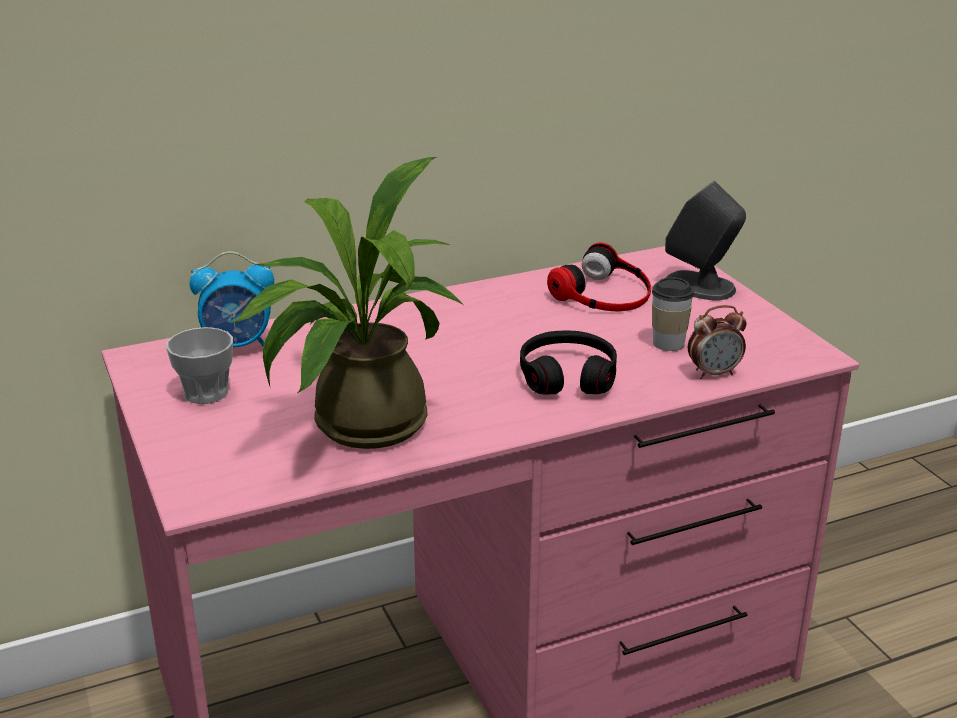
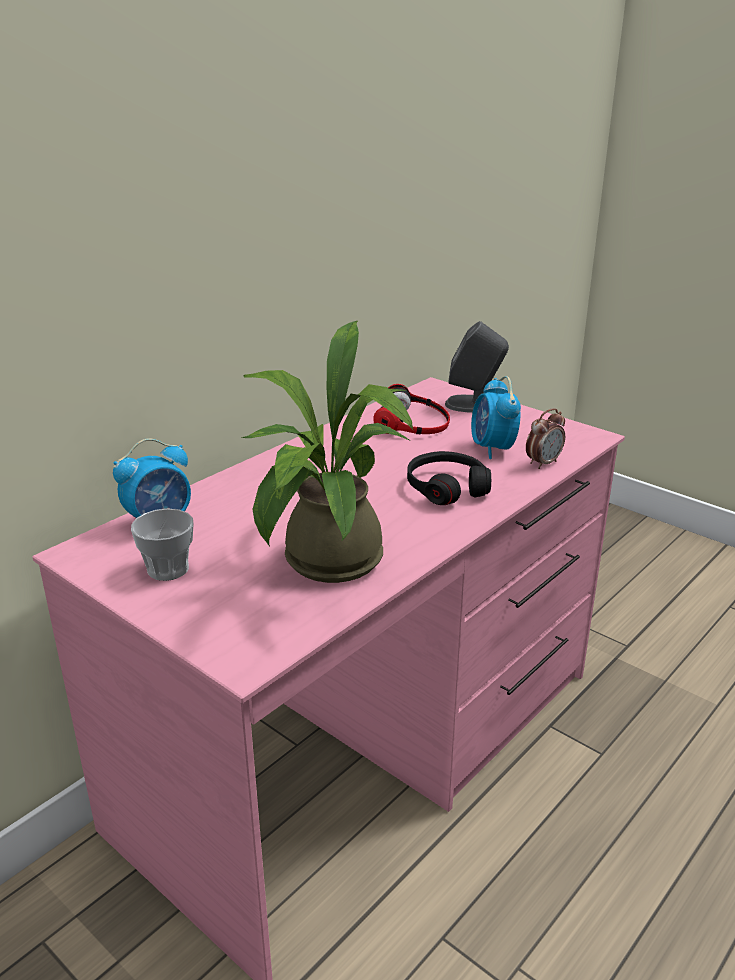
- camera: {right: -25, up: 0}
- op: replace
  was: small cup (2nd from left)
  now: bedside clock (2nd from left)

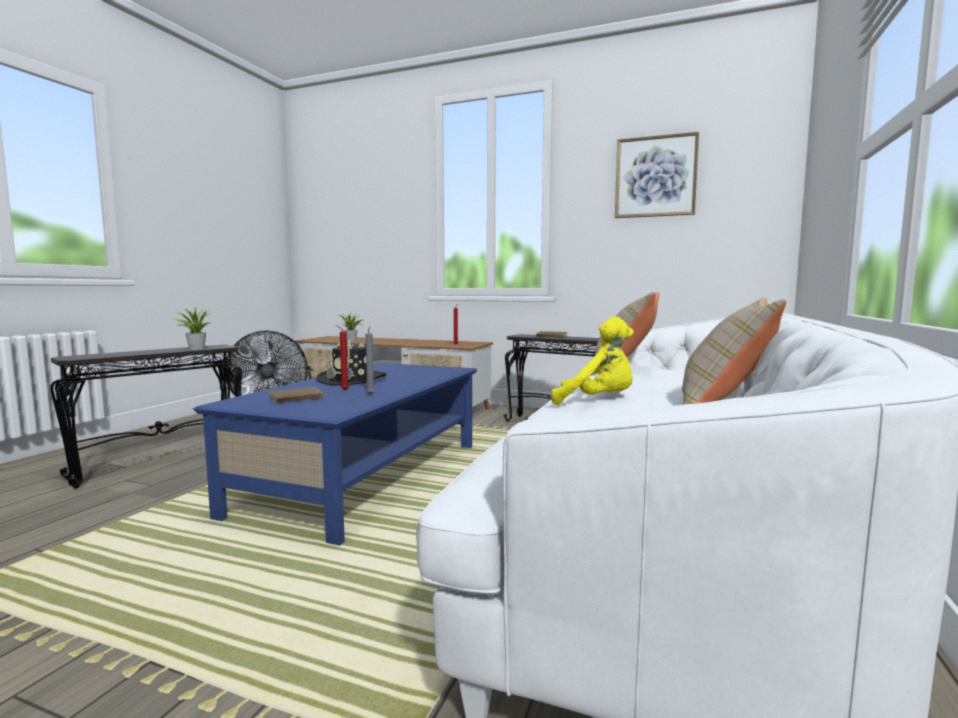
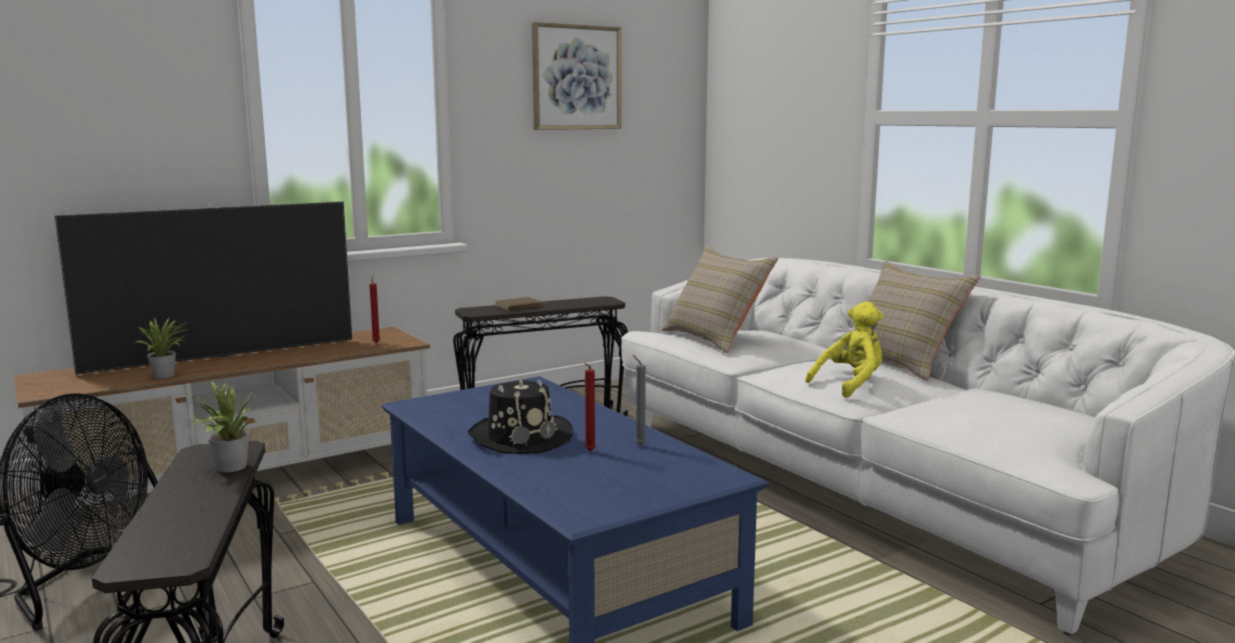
- camera: {right: -55, up: 5}
- op: delete
  was: book (brown-coloured) (1st from left)
- op: insert
  now: television

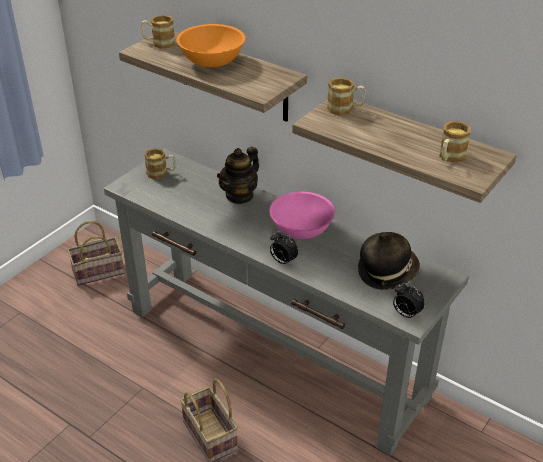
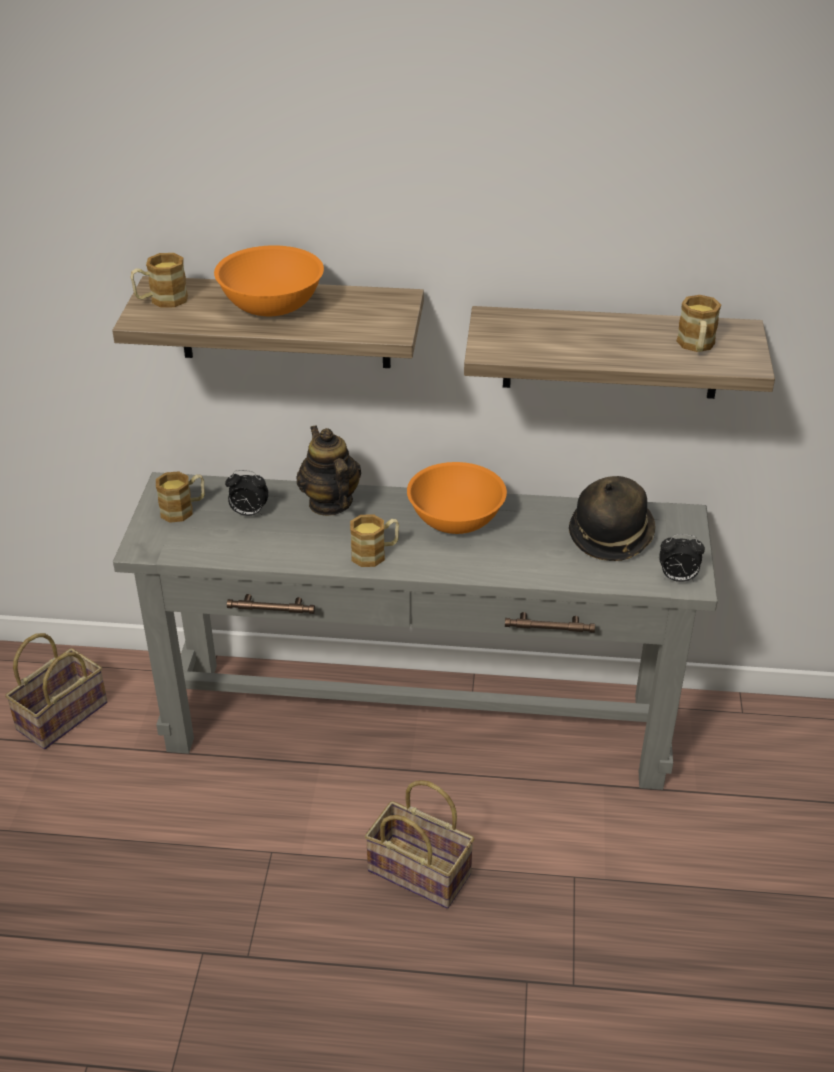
- camera: {right: -30, up: 0}
- op: rotate
  was: tea pot
  clockwise: 150
- op: recolor
  was: deep dish (pinkish)
  now: deep dish (orangey) (2nd from left)
- op: move
  was: bedside clock (1st from left)
- op: move
  was: coffee mug (3rd from left)

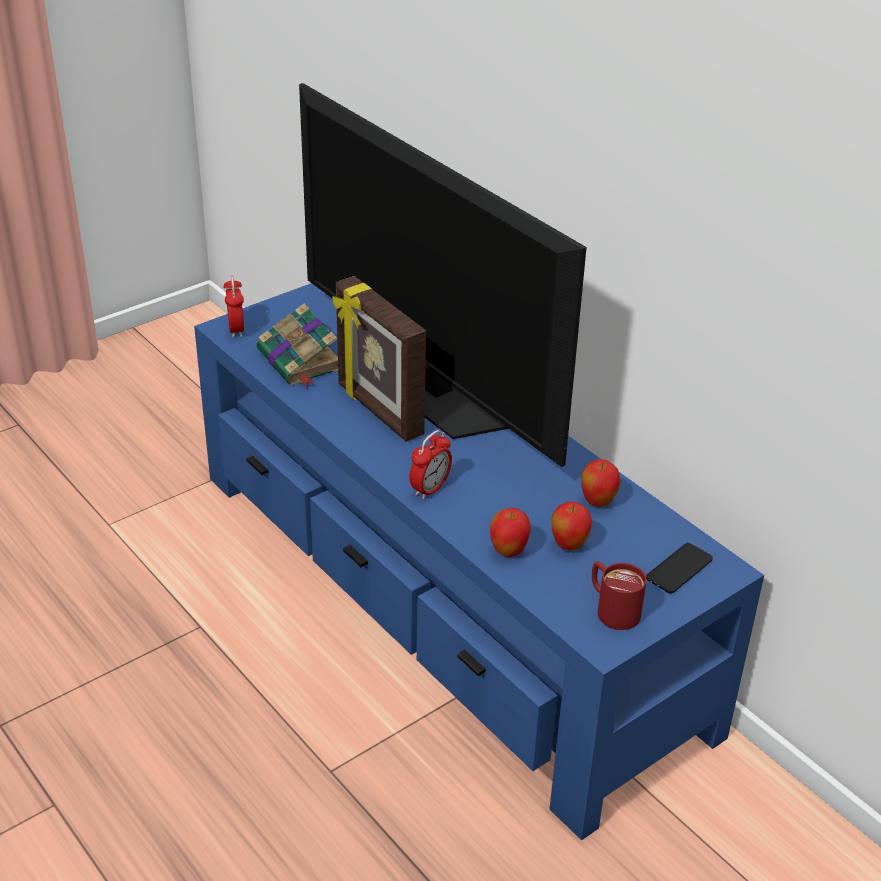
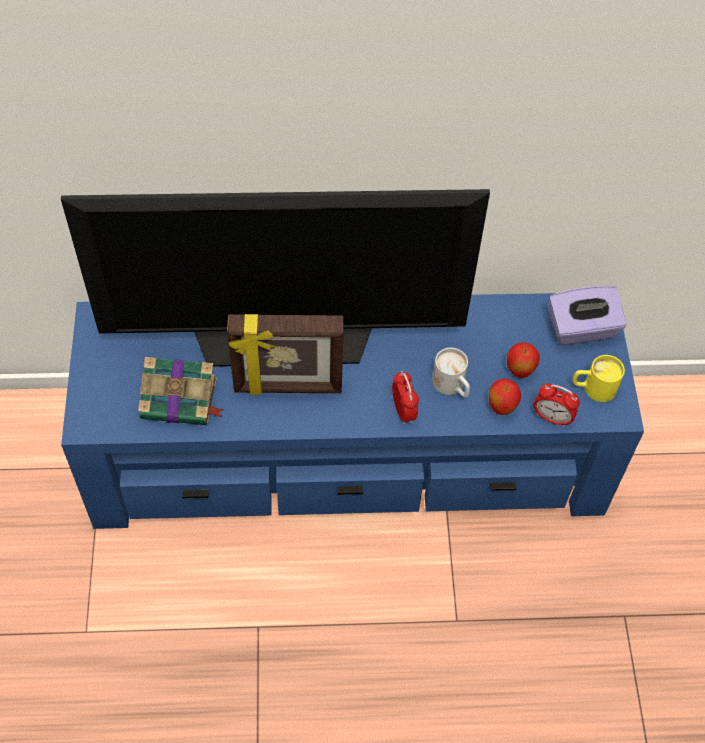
- camera: {right: -55, up: 20}
- op: move
  was: bedside clock (1st from left in the first image)
  now: bedside clock (2nd from left)
- op: delete
  was: apple fruit (3rd from left)
- op: recolor
  was: coffee mug (reddish)
  now: coffee mug (yellowish)
- op: replace
  was: phone
  now: tissue holder (purple)
- op: insert
  now: coffee mug (whitish)

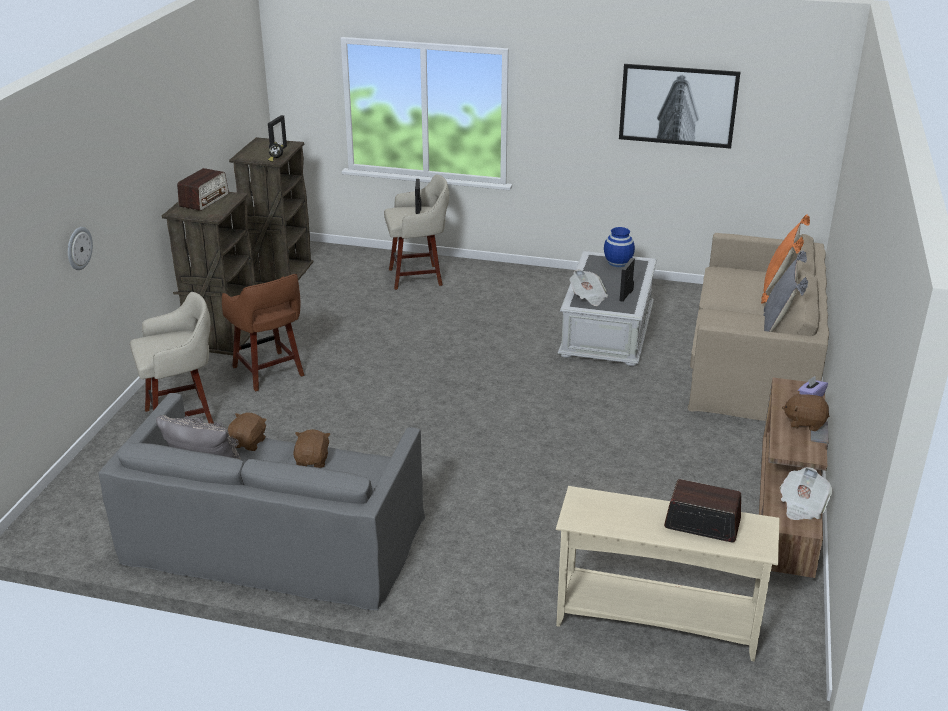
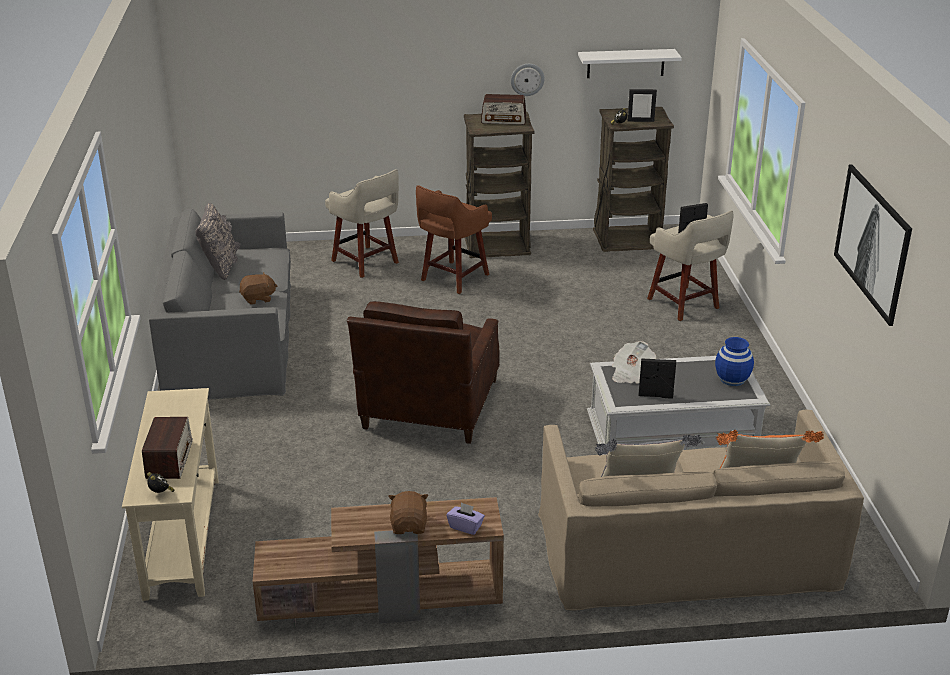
- camera: {right: 70, up: 0}
- op: move
  was: clock on the wall
- op: delete
  was: soft toy (brown-coloured) (1st from left)
- op: delete
  was: printed paper (2nd from left)
- op: insert
  now: bedside clock (1st from left)
- op: insert
  now: lounge chair (brown-coloured)
- op: insert
  now: wall shelf (whitish)

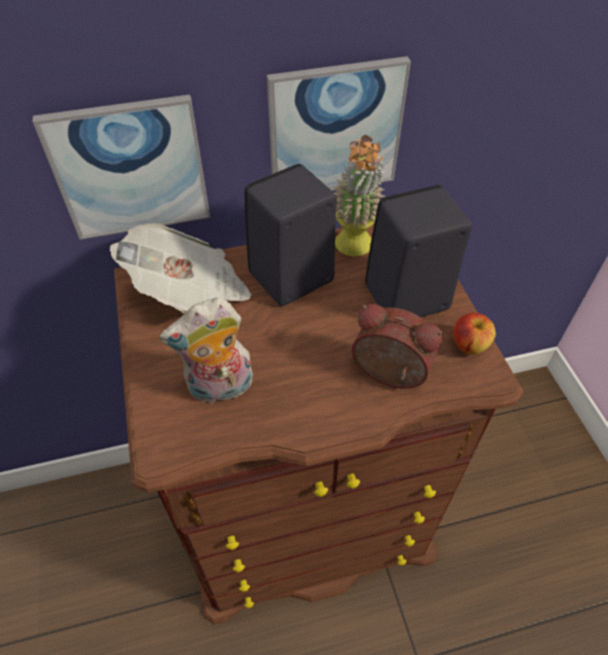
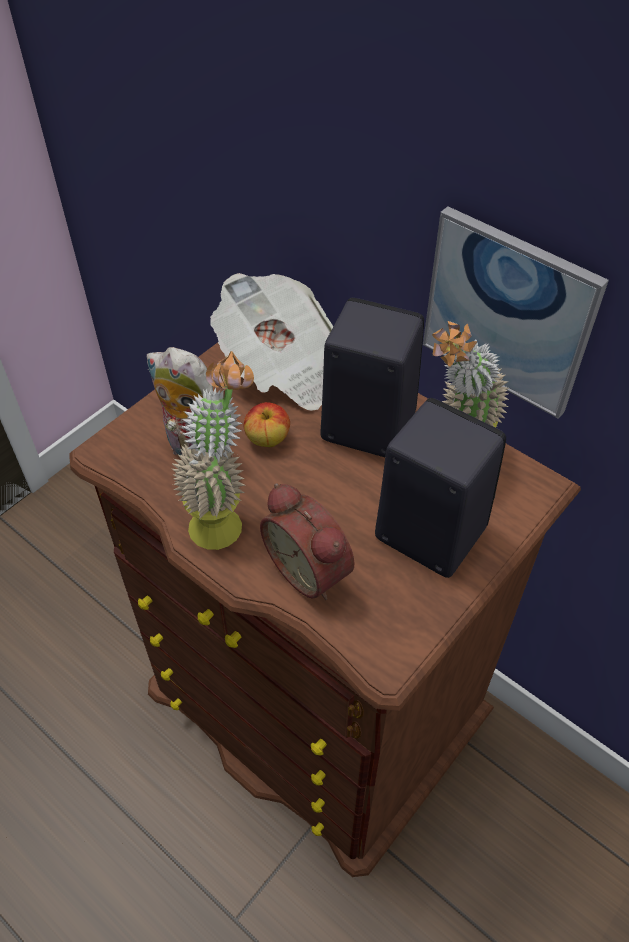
- camera: {right: 55, up: 0}
- op: delete
  was: wall picture (1st from left)
- op: rotate
  was: bedside clock
  clockwise: 150
- op: move
  was: apple fruit
- op: insert
  now: potted plant (1st from left)

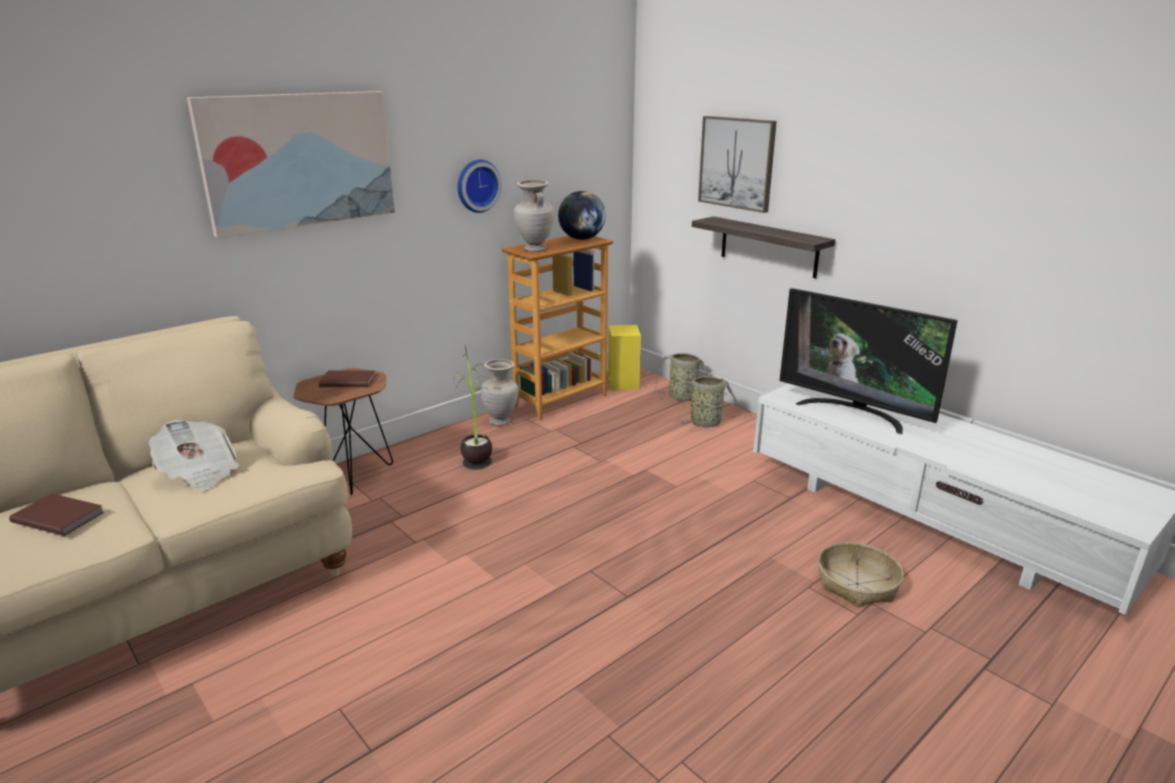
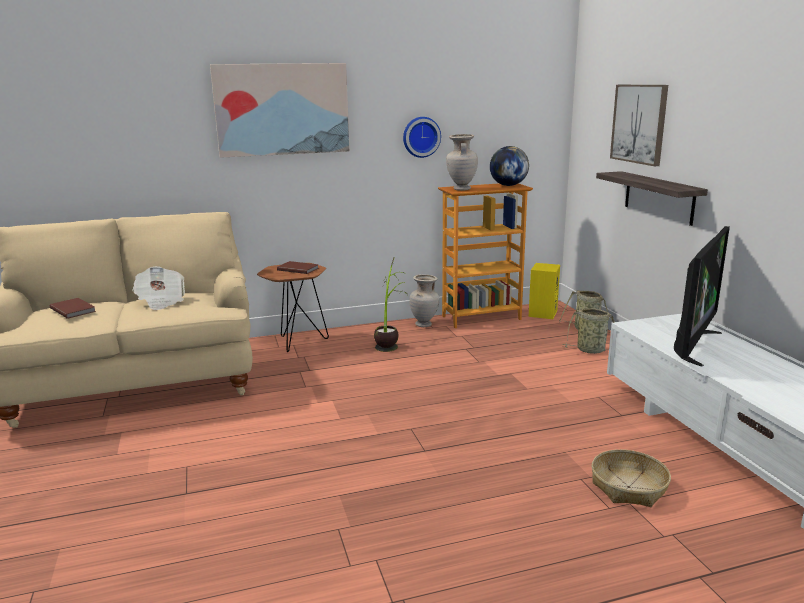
- camera: {right: 25, up: -5}
- op: rotate
  was: television
  clockwise: -120

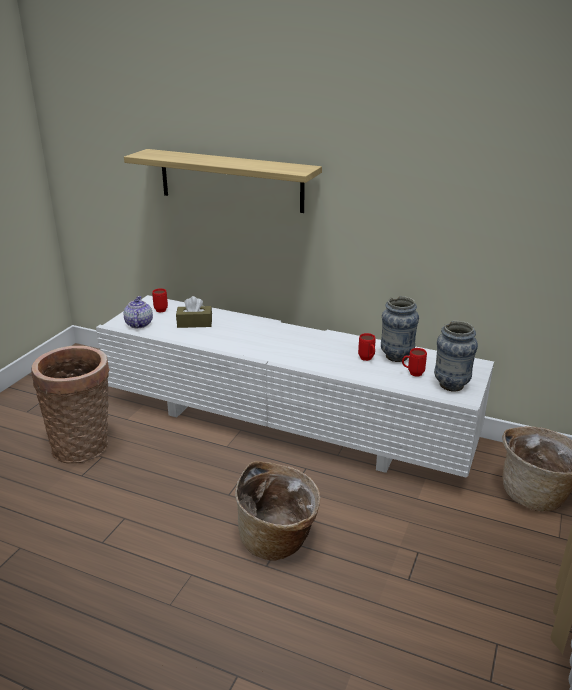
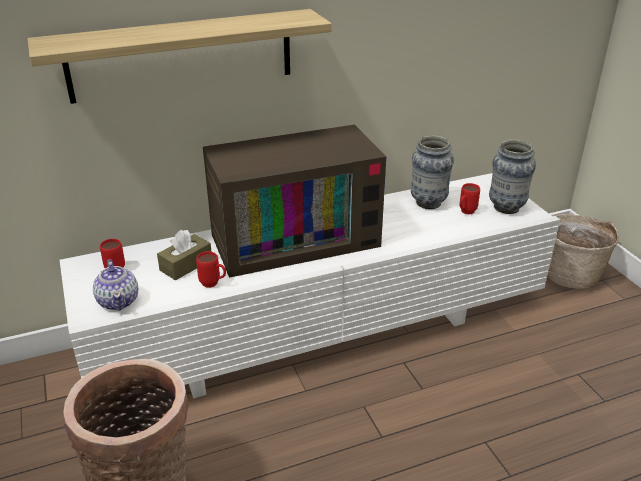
- camera: {right: -45, up: 5}
- op: rotate
  was: tea pot
  clockwise: -150
- op: delete
  was: basket (2nd from left)
- op: move
  was: coffee mug (reddish) (2nd from left)
- op: insert
  now: television

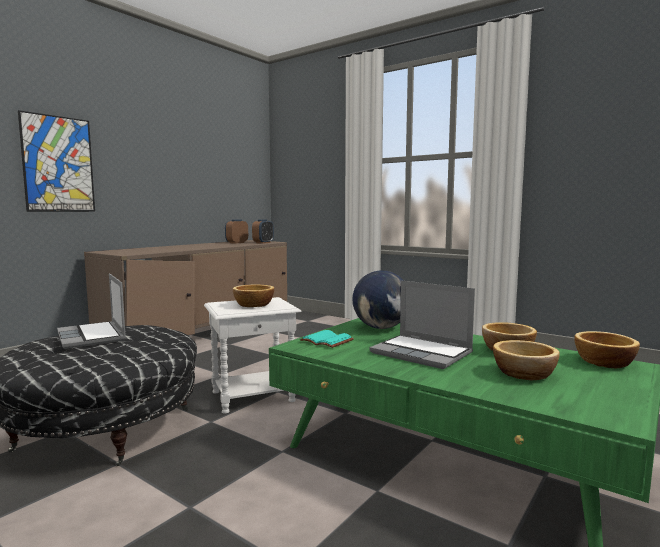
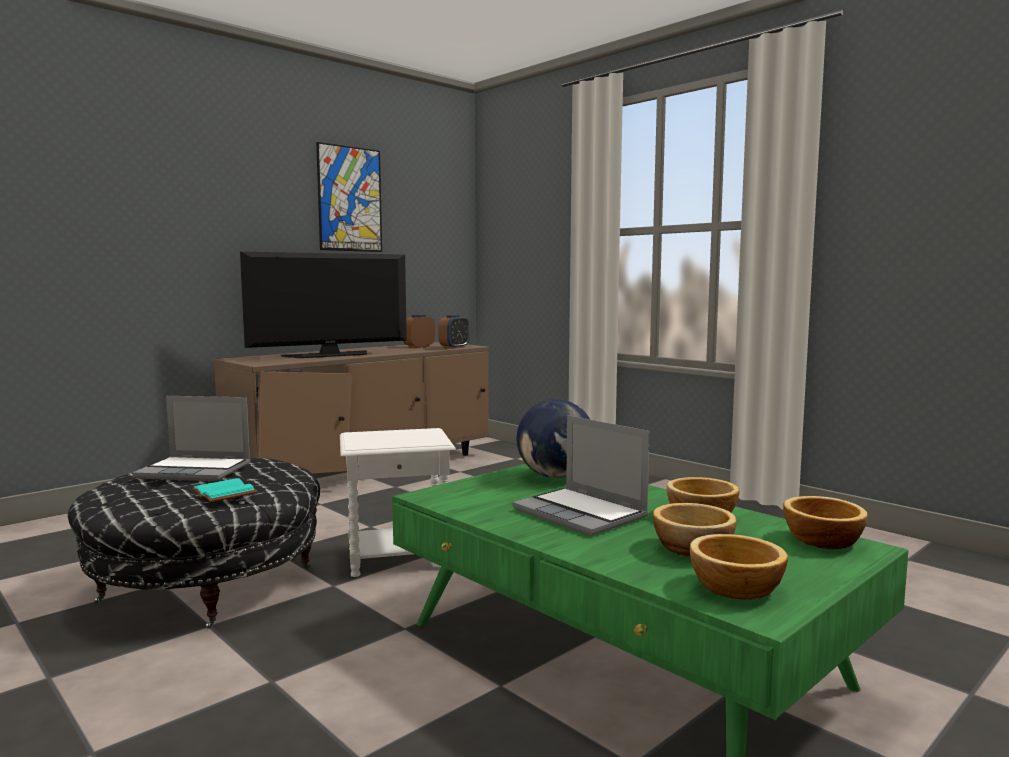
- camera: {right: 10, up: 0}
- op: move
  was: wall picture
- op: rotate
  was: laptop (1st from left)
  clockwise: -60
- op: move
  was: deep dish (1st from left in the first image)
  now: deep dish (3rd from left)
- op: move
  was: book (turquoise-coloured)
- op: insert
  now: television

